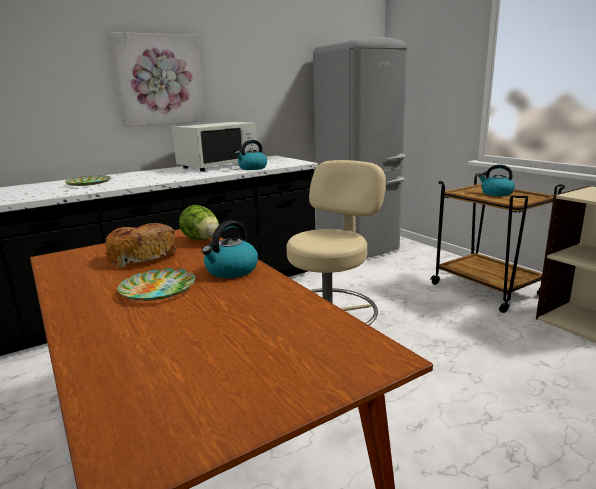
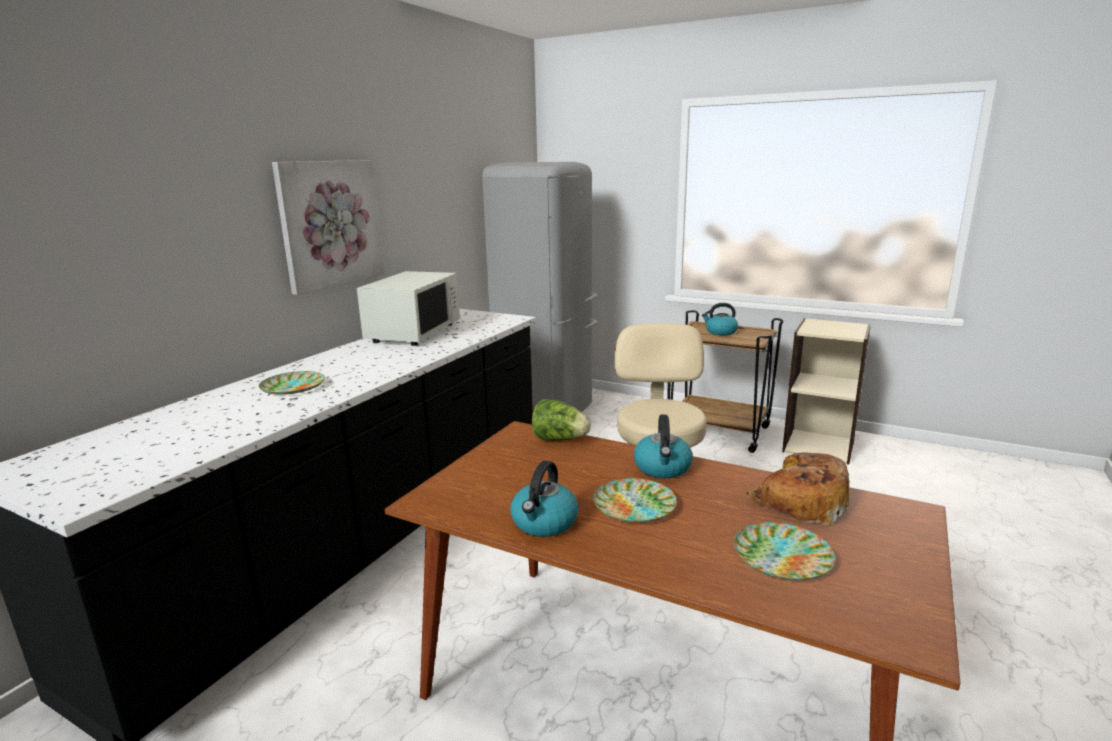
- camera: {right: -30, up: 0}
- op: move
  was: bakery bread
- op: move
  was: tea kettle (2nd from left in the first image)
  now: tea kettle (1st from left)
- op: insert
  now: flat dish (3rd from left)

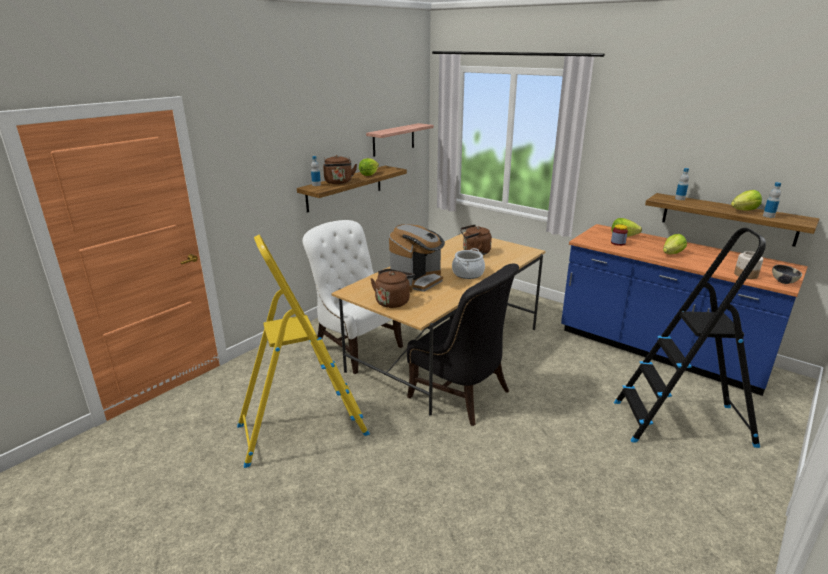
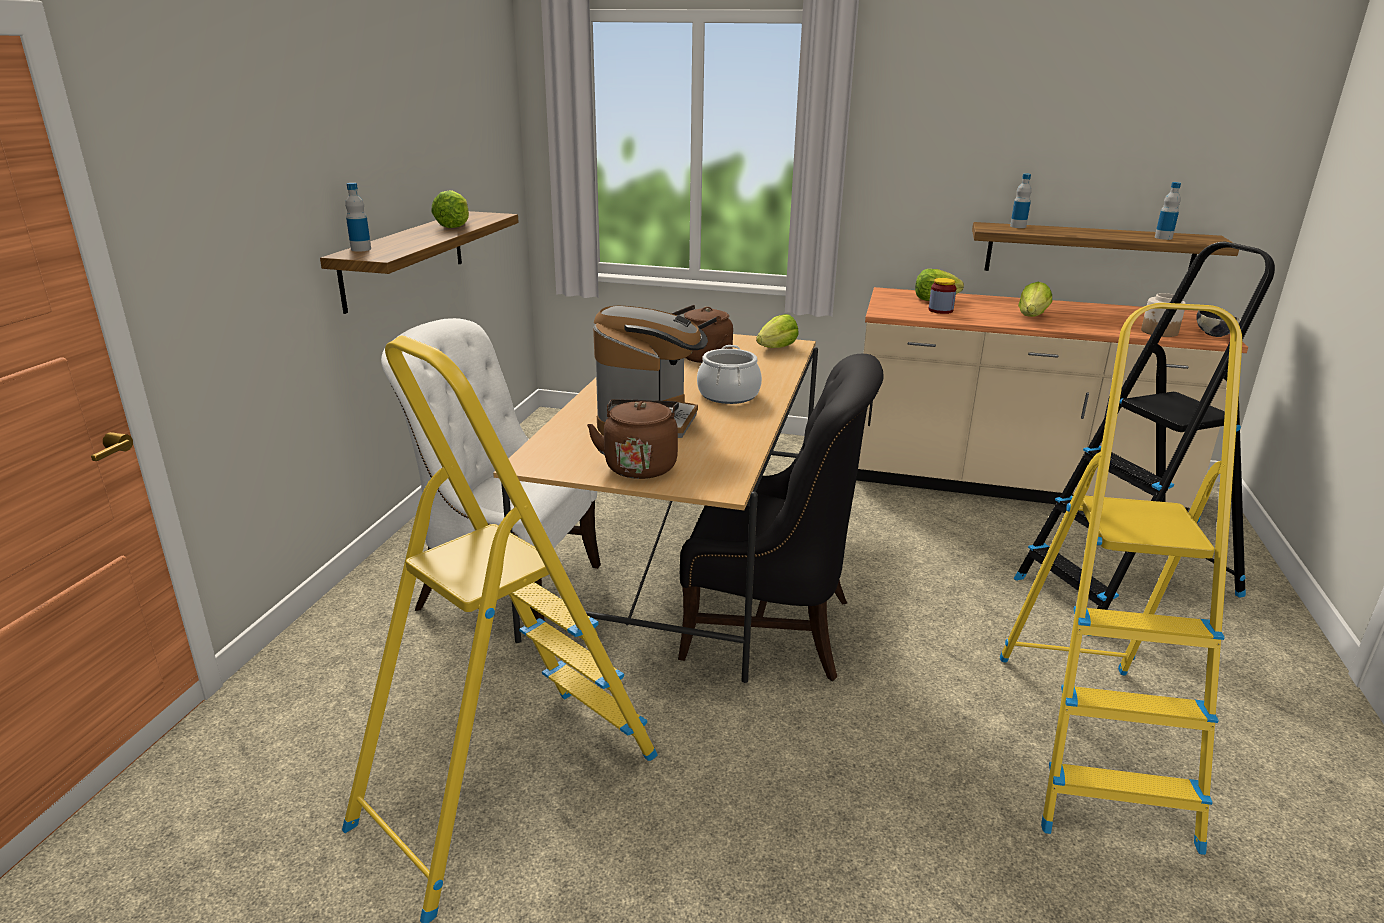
- camera: {right: -25, up: 0}
- op: delete
  was: tea kettle (brown-coloured) (1st from left)
- op: delete
  was: wall shelf (2nd from left)
- op: recolor
  was: kitchen counter (blue)
  now: kitchen counter (beige)
- op: move
  was: lettuce head (4th from left in the first image)
  now: lettuce head (2nd from left)
- op: insert
  now: step stool (yellowish) (2nd from left)

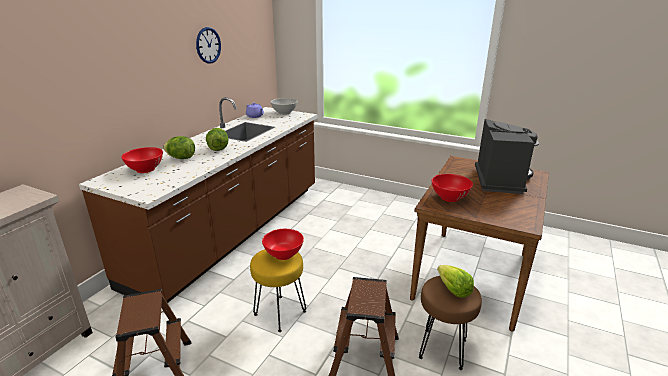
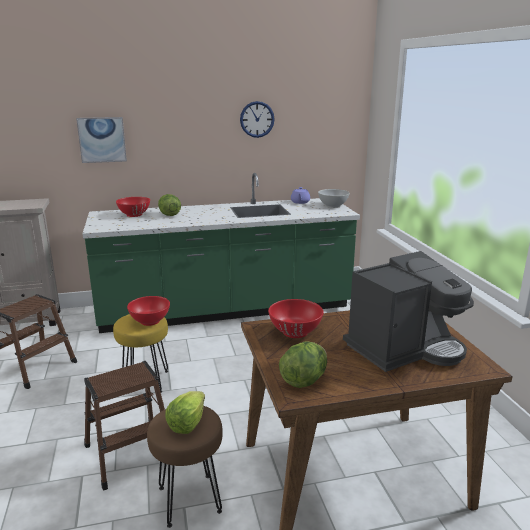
- camera: {right: 50, up: -5}
- op: recolor
  was: kitchen counter (brown-coloured)
  now: kitchen counter (green)
- op: move
  was: lettuce head (2nd from left in the first image)
  now: lettuce head (3rd from left)
- op: insert
  now: wall picture

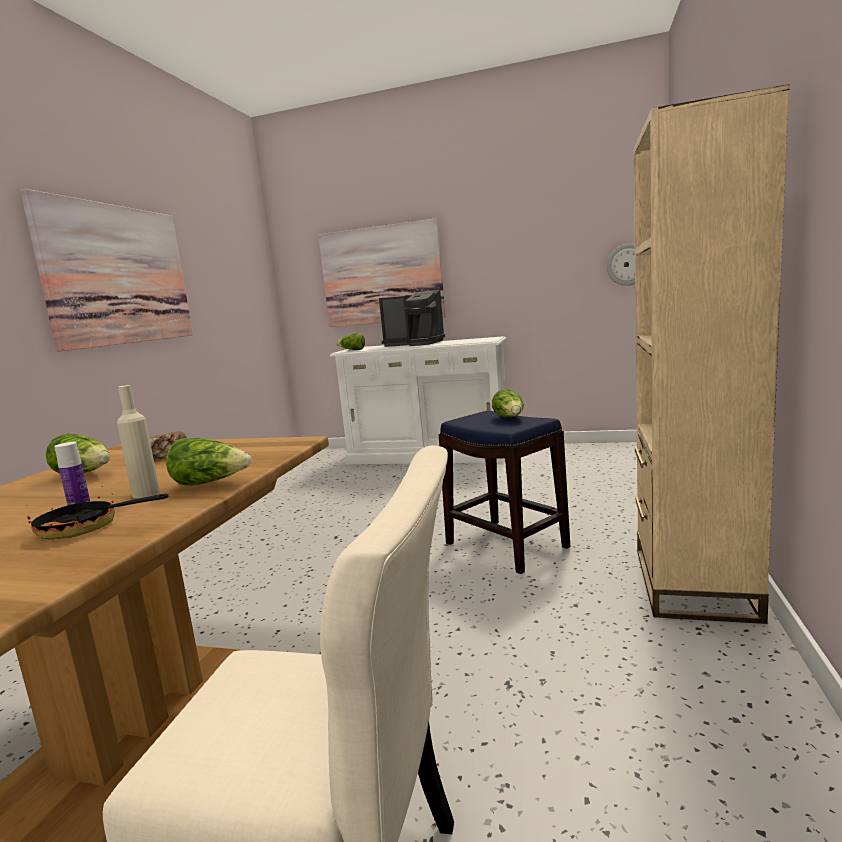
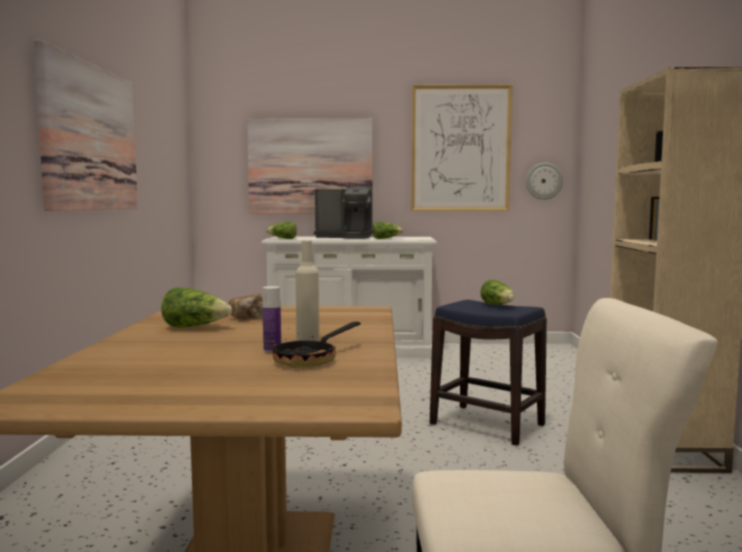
- camera: {right: -15, up: -5}
- op: rotate
  was: frying pan
  clockwise: -45
- op: move
  was: lettuce head (2nd from left in the first image)
  now: lettuce head (3rd from left)
- op: insert
  now: wall picture (3rd from left)

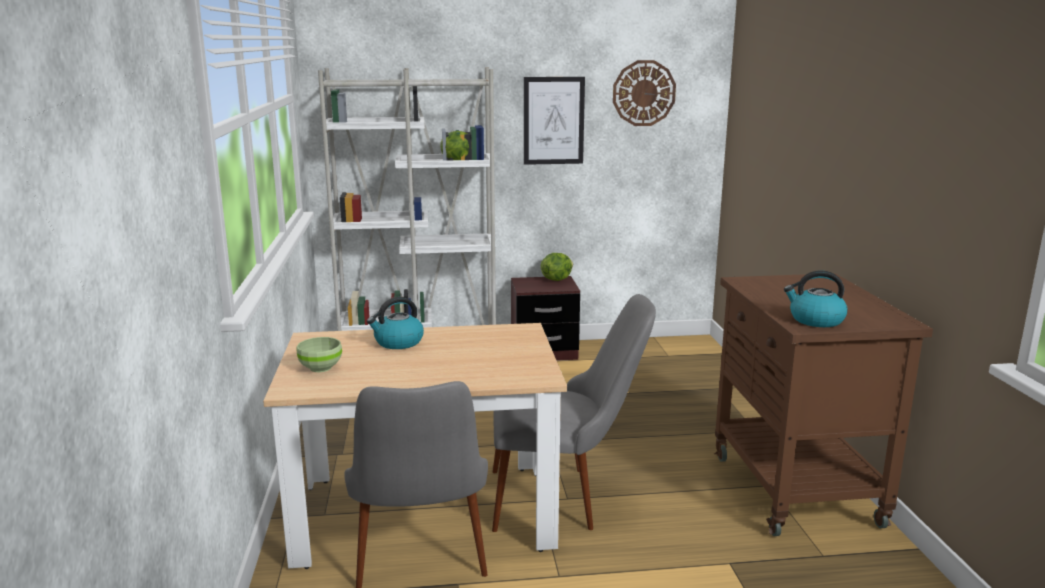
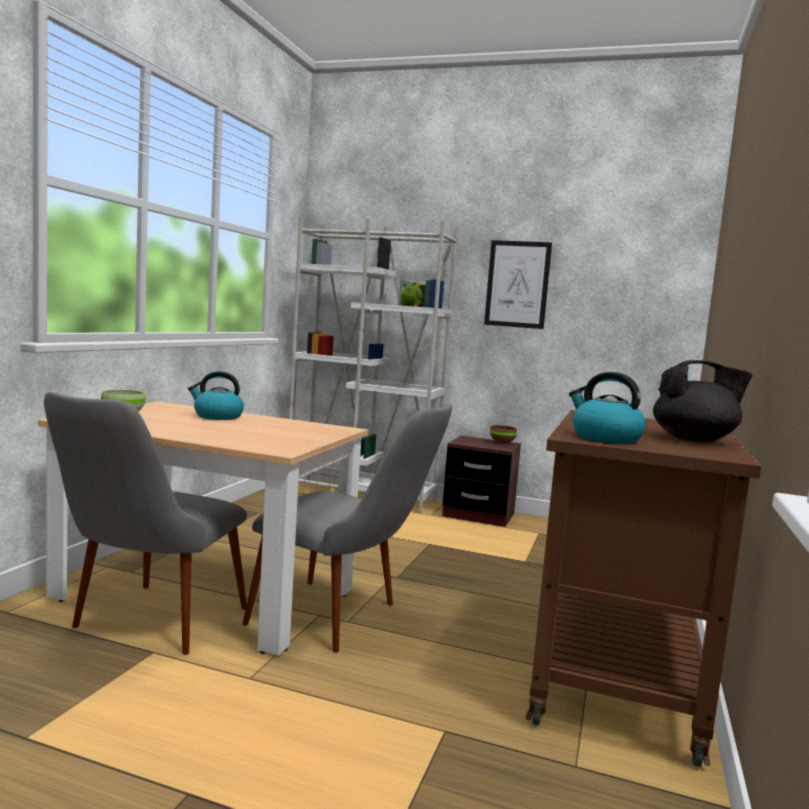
- camera: {right: 25, up: -10}
- op: replace
  was: lettuce head (2nd from left)
  now: deep dish (brown-coloured)
- op: delete
  was: clock on the wall
- op: insert
  now: tea pot (black)

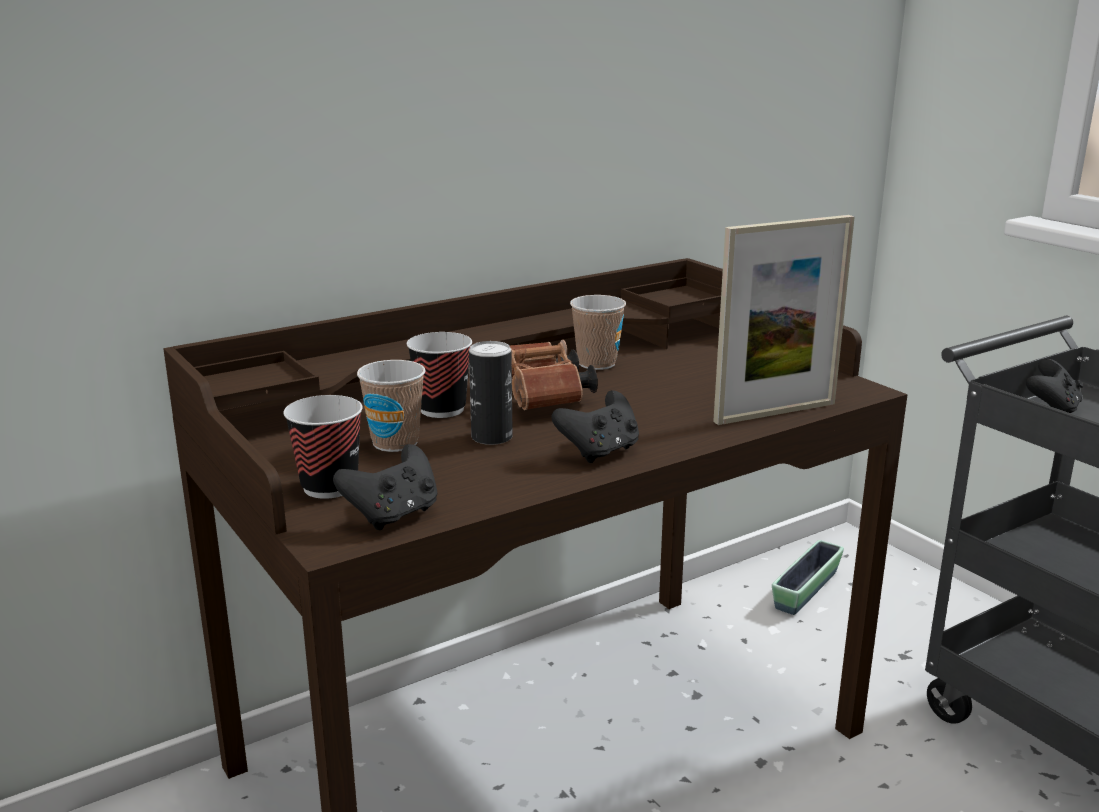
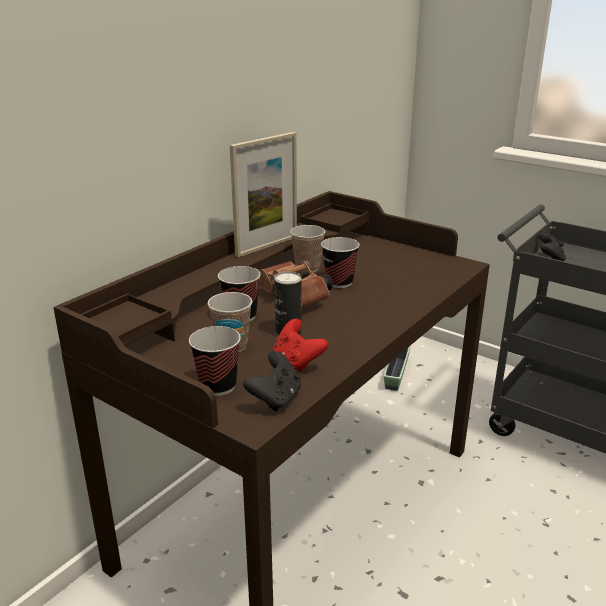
- camera: {right: -20, up: 5}
- op: delete
  was: joypad (black) (2nd from left)
- op: move
  was: photo frame
- op: insert
  now: joypad (reddish)
- op: insert
  now: small cup (5th from left)

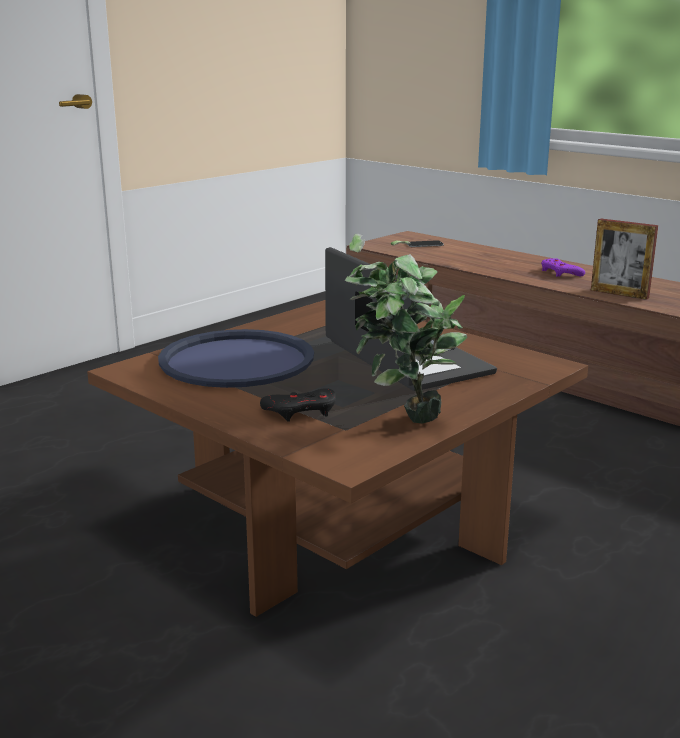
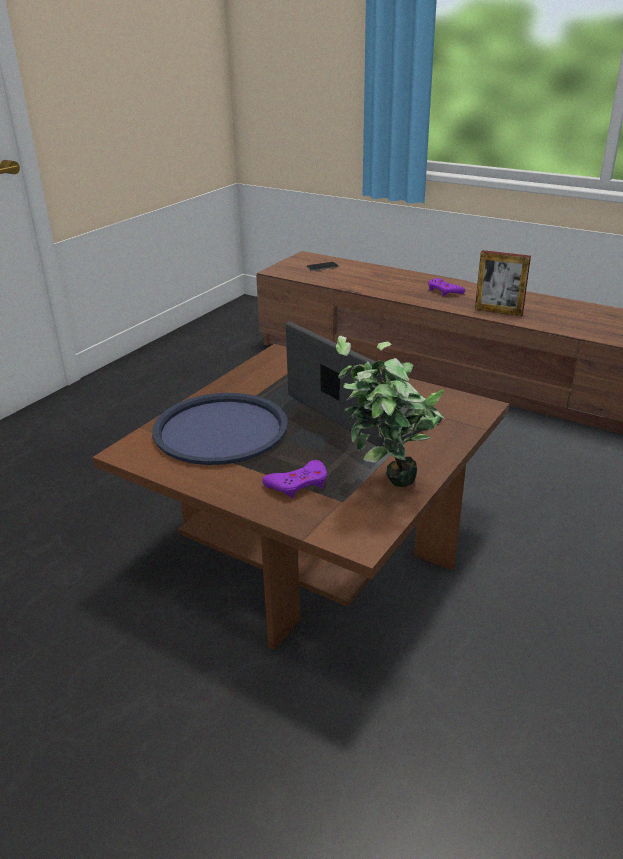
- camera: {right: -10, up: 10}
- op: recolor
  was: joypad (black)
  now: joypad (purple) (1st from left)

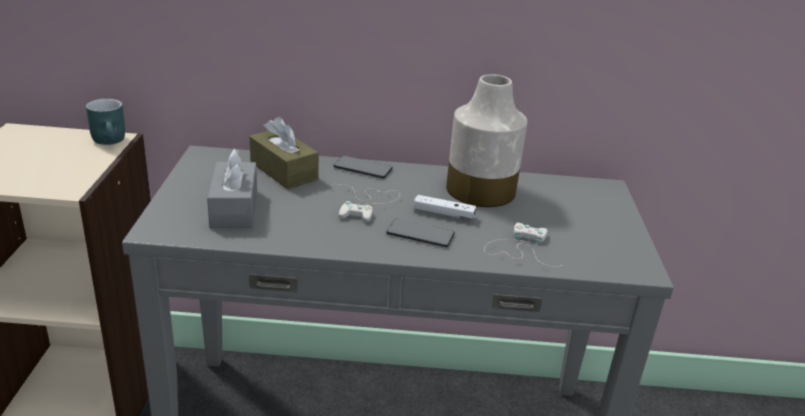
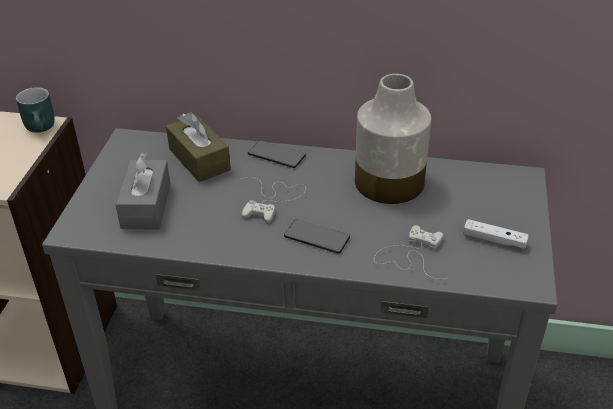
- camera: {right: 10, up: 10}
- op: move
  was: joypad (whitish) (2nd from left in the first image)
  now: joypad (whitish) (3rd from left)

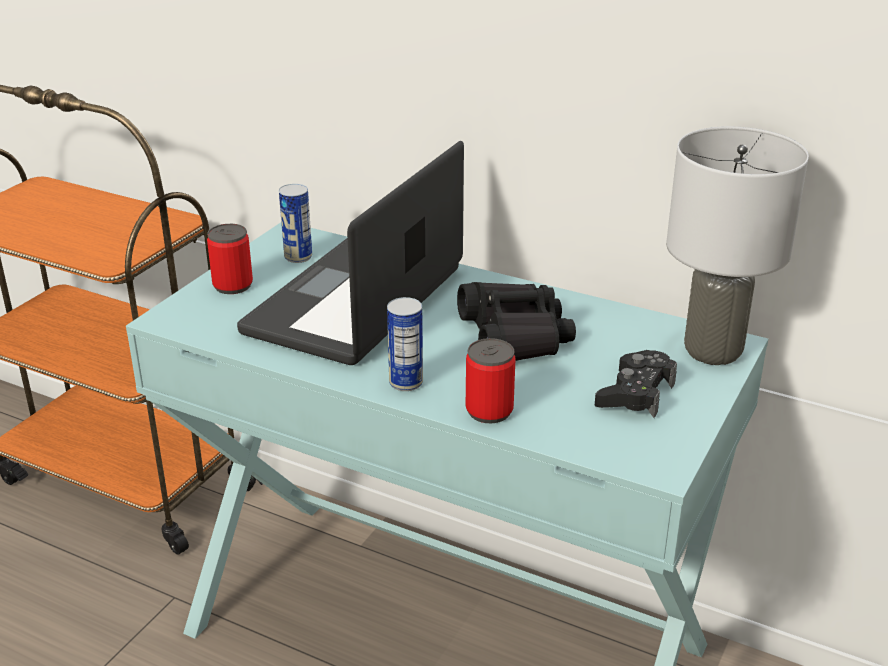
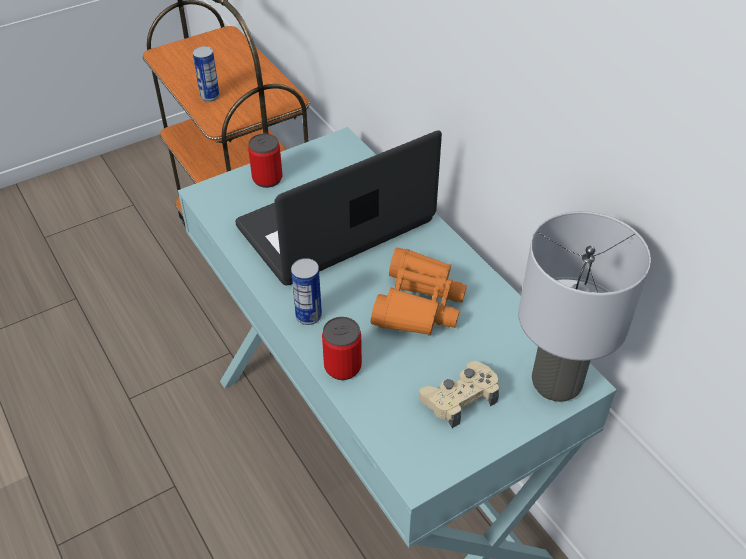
- camera: {right: 30, up: 15}
- op: move
  was: can (2nd from left in the first image)
  now: can (1st from left)
- op: recolor
  was: pair of binoculars (black)
  now: pair of binoculars (orangey)
- op: recolor
  was: joypad (black)
  now: joypad (beige)

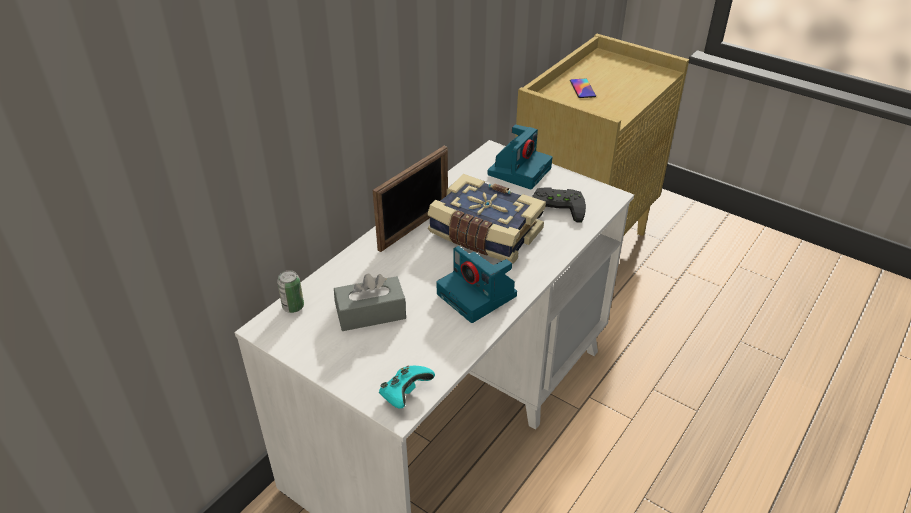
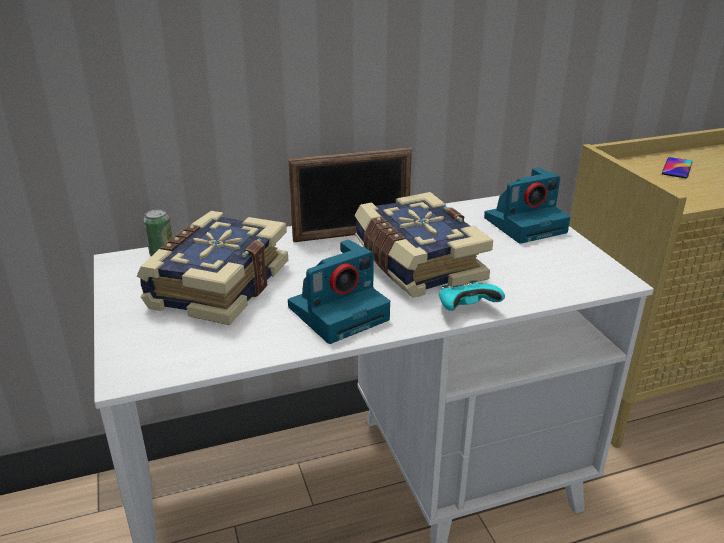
- camera: {right: 35, up: -10}
- op: replace
  was: tissue holder (gray)
  now: book (1st from left)
- op: move
  was: joypad (turquoise-coloured)
- op: rotate
  was: photo camera (1st from left)
  clockwise: -120
- op: delete
  was: joypad (black)

